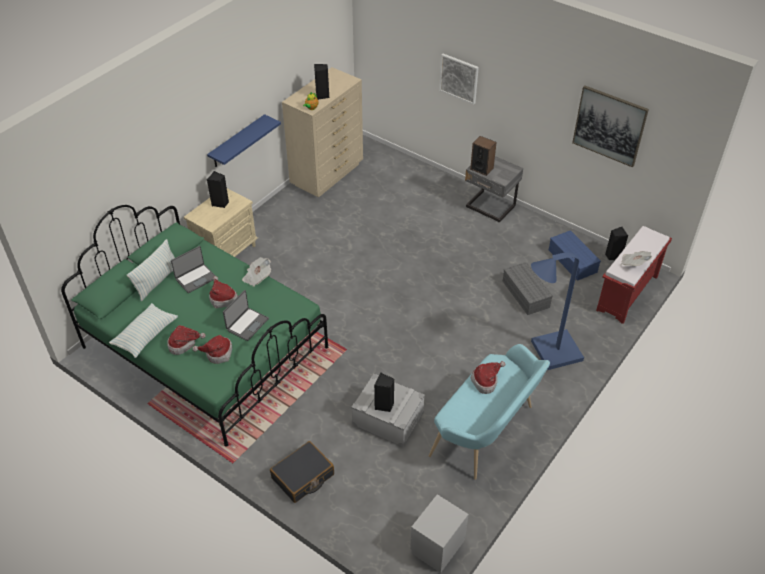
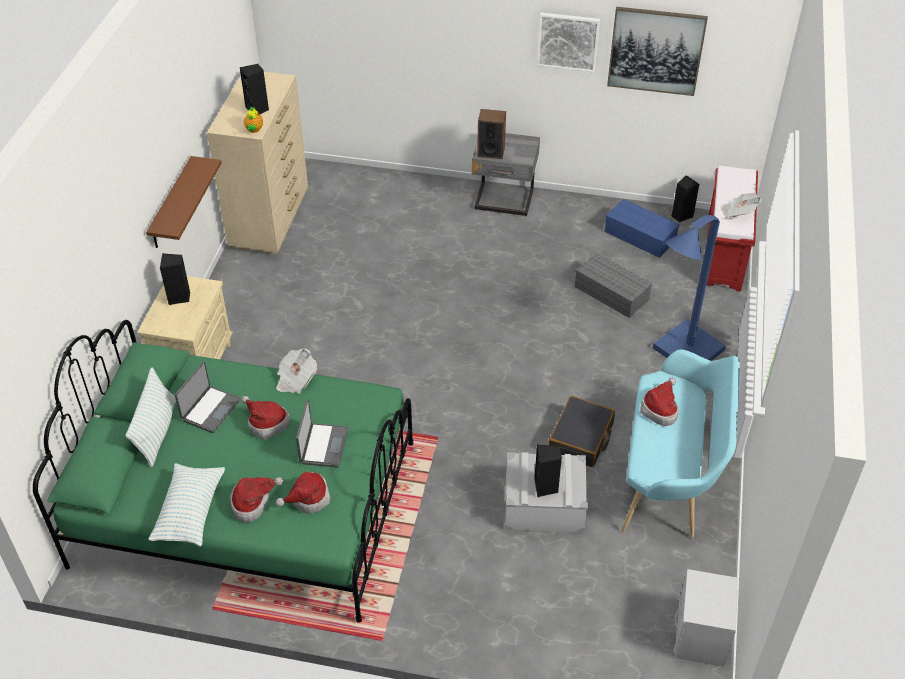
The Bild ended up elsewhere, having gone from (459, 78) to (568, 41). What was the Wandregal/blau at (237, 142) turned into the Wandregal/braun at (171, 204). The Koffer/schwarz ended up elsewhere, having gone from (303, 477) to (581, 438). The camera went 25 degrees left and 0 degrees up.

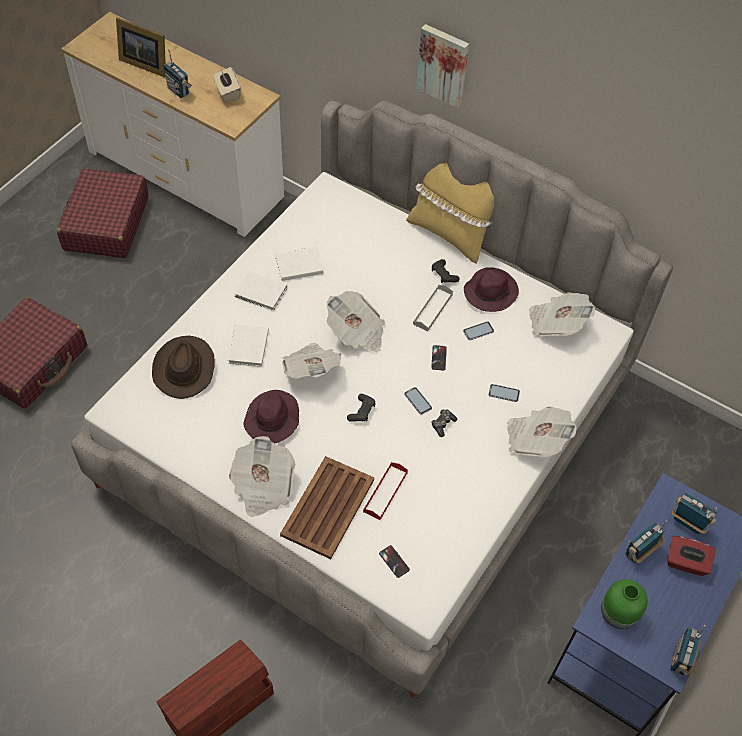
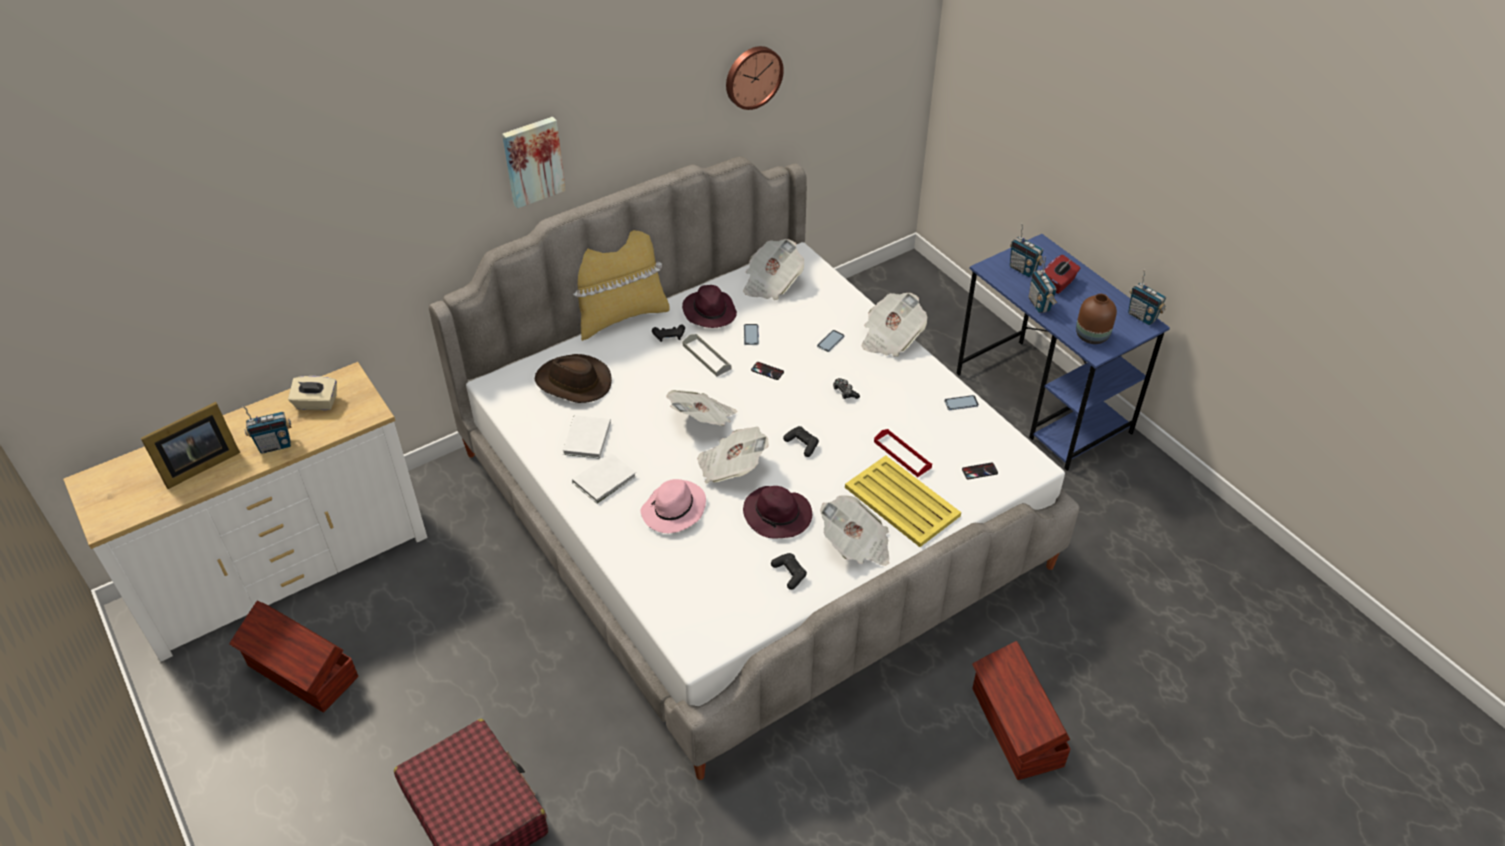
Where the Koffer/rot stood at (106, 223), the Aufbewahrungsbox/braun came to stand at (302, 673). Where the Buch/weiß stood at (247, 347), the Hut/rosa came to stand at (674, 511). The Hut/braun ended up elsewhere, having gone from (184, 368) to (573, 383). The Handy ended up elsewhere, having gone from (418, 401) to (961, 403). What was the Tablett/braun at (327, 508) turned into the Tablett/gelb at (902, 502). The Radio at (688, 523) ended up facing another way, 105 degrees counterclockwise from before. What was the Vase/grün at (617, 612) turned into the Vase/braun at (1091, 336). The second view gained the Wanduhr at (752, 76). The second view gained the Gamepad/schwarz at (789, 573). The camera went 65 degrees left and 10 degrees down.

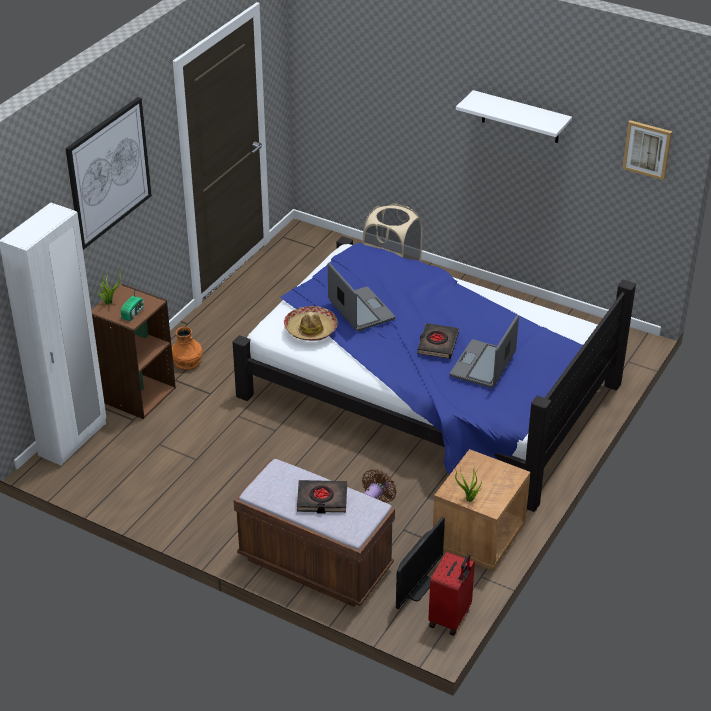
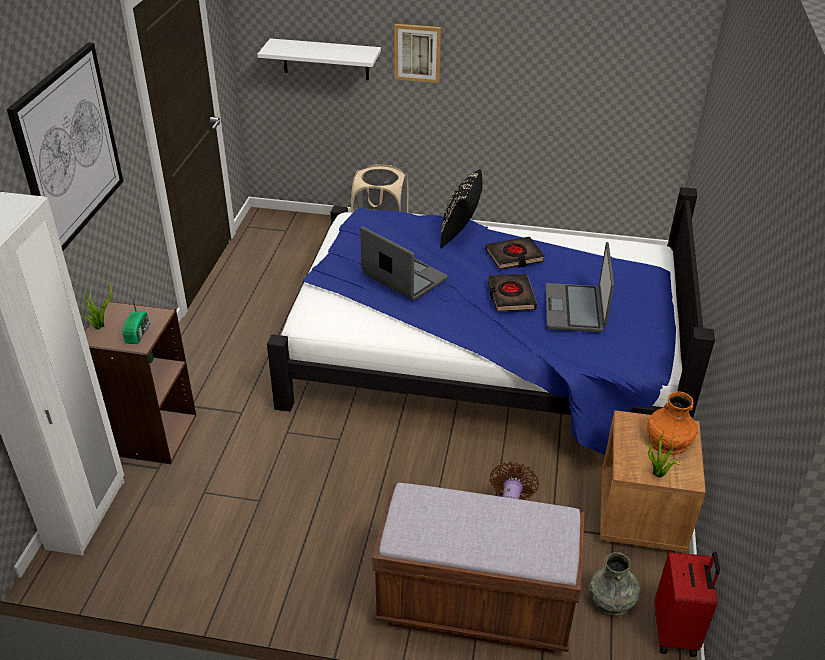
The Wandregal/weiß ended up elsewhere, having gone from (520, 117) to (325, 59). The Bild ended up elsewhere, having gone from (647, 149) to (417, 52). The second view lost the Hut at (310, 329). The Vase/orange ended up elsewhere, having gone from (187, 361) to (668, 440). The Buch/schwarz ended up elsewhere, having gone from (322, 499) to (514, 256). Where the Monitor stood at (417, 586), the Vase/grau came to stand at (612, 599). The second view gained the Kissen/schwarz at (460, 234). The camera went 20 degrees left and 0 degrees up.

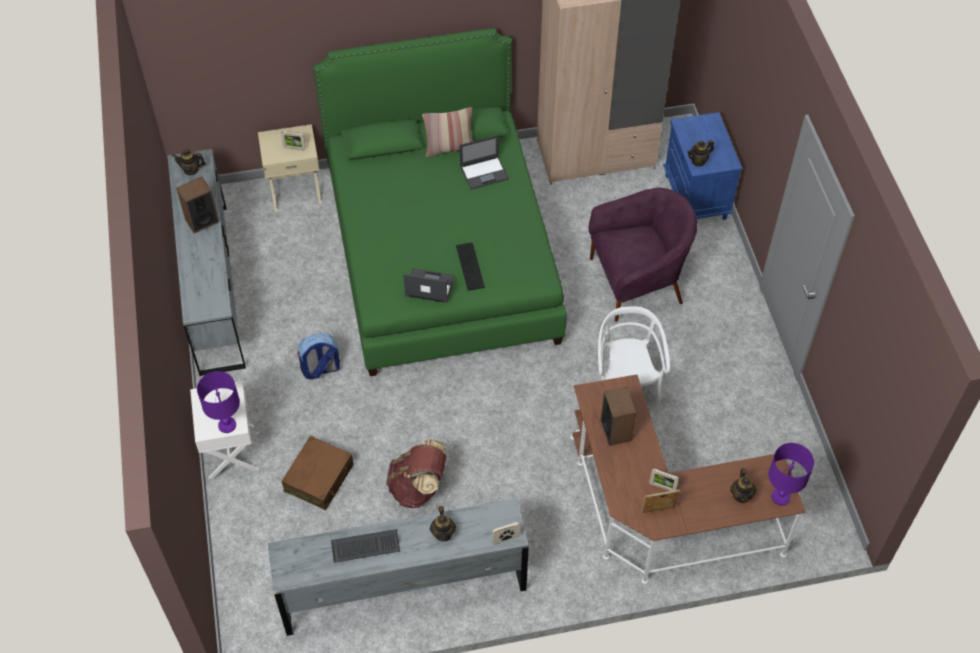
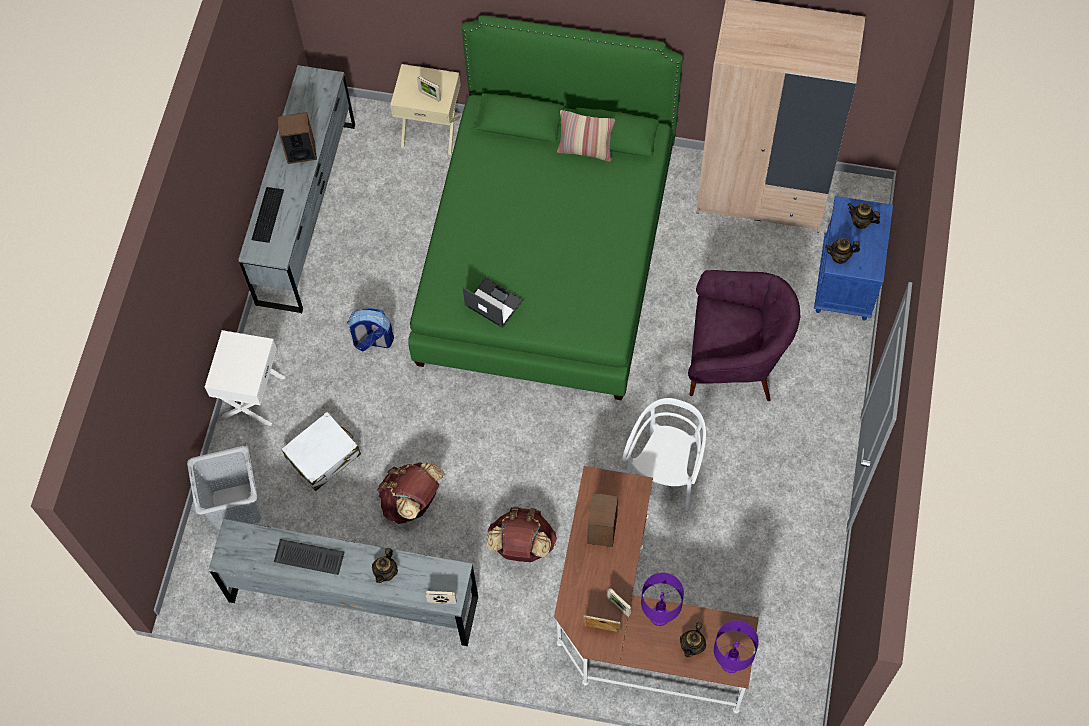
The second view lost the Laptop at (484, 172). The Teekanne ended up elsewhere, having gone from (191, 170) to (861, 222). The Tastatur ended up elsewhere, having gone from (471, 265) to (269, 214). The Tischlampe/lila ended up elsewhere, having gone from (227, 425) to (659, 616). What was the Koffer/braun at (319, 478) turned into the Koffer/weiß at (323, 456). The second view gained the Wäschekorb/grau at (235, 506). The second view gained the Rucksack/braun at (522, 546). The camera went 25 degrees right and 10 degrees up.

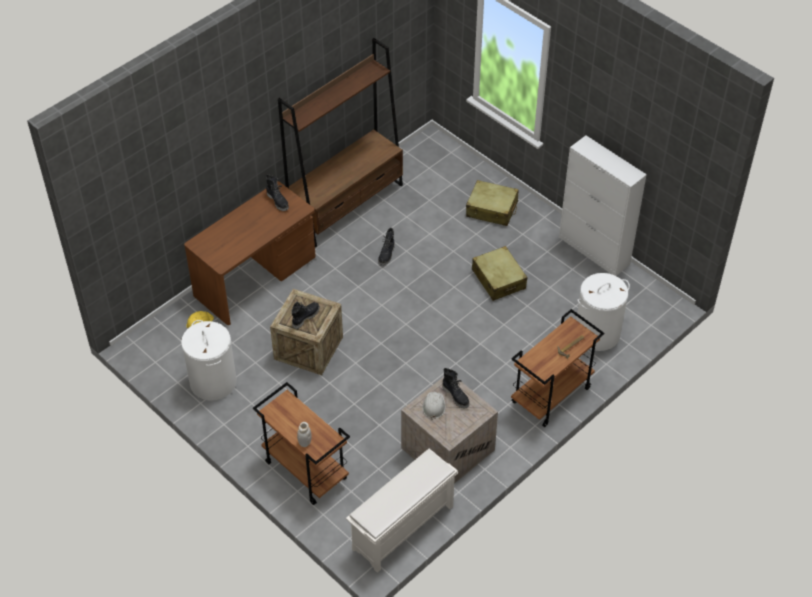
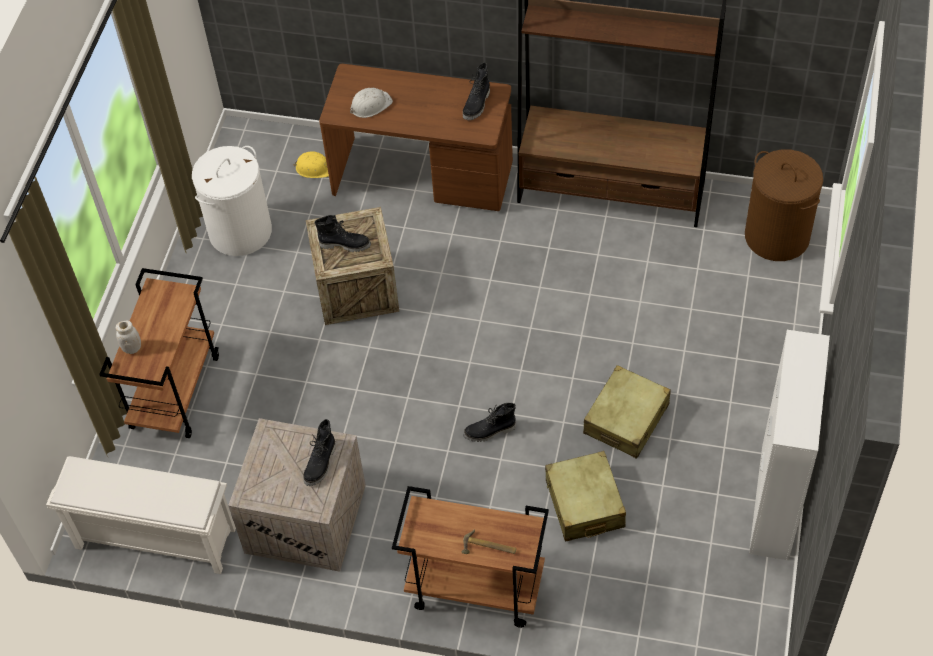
The Koffer/beige ended up elsewhere, having gone from (492, 209) to (584, 504). The Stiefel/schwarz ended up elsewhere, having gone from (387, 255) to (490, 432). The second view lost the Wäschekorb/weiß at (597, 333). The Schutzhelm/weiß ended up elsewhere, having gone from (433, 406) to (370, 105). The second view gained the Wäschekorb/braun at (776, 236). The camera went 60 degrees right and 5 degrees up.

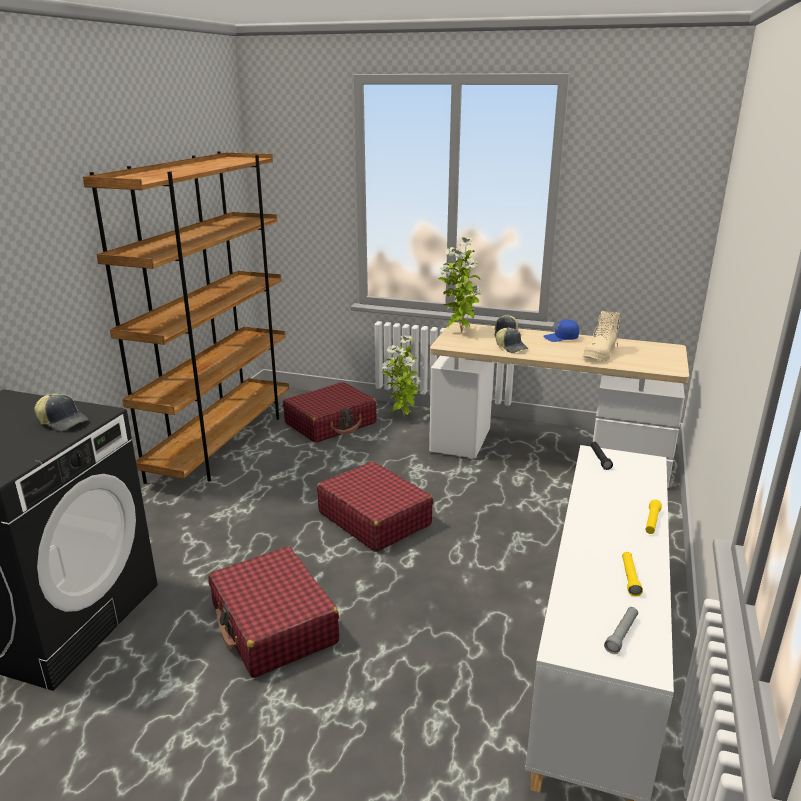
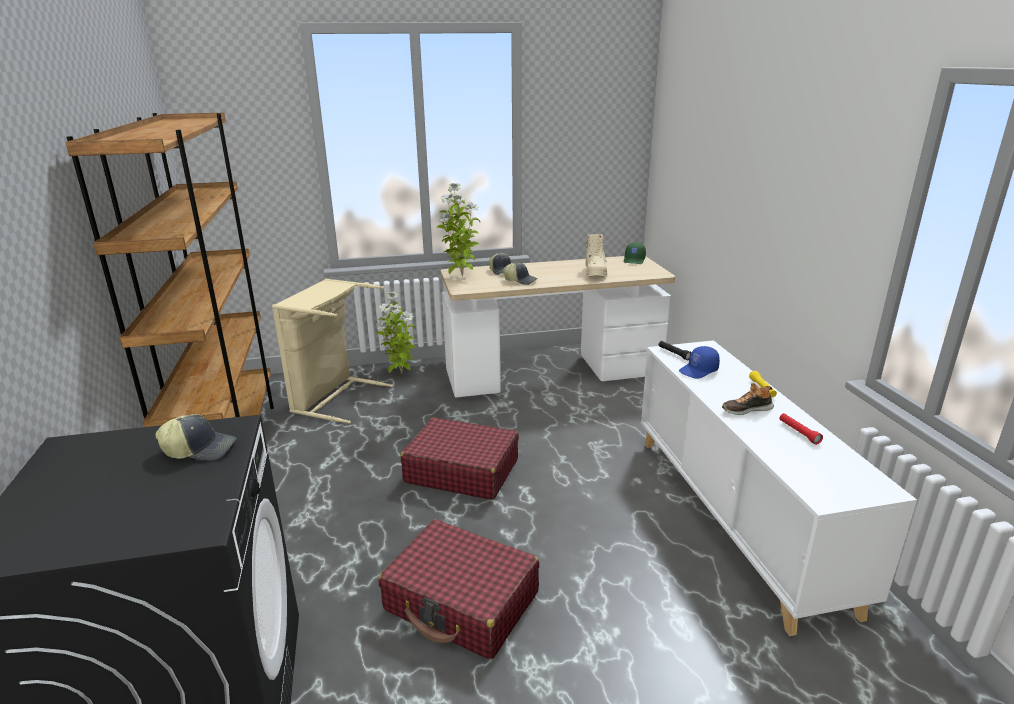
The Kappe/blau ended up elsewhere, having gone from (561, 338) to (699, 371). Where the Koffer/rot stood at (331, 423), the Wäschekorb/beige came to stand at (334, 398). What was the Taschenlampe/gelb at (630, 578) turned into the Taschenlampe/rot at (798, 432). The second view lost the Taschenlampe/grau at (621, 634). The second view gained the Kappe/grün at (634, 260). The second view gained the Schuh at (746, 409). The camera went 30 degrees left and 0 degrees up.

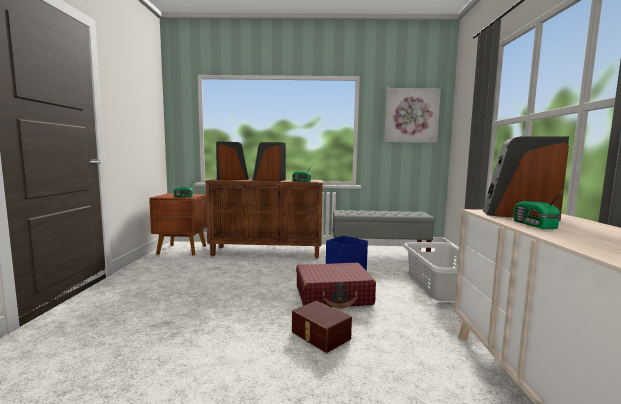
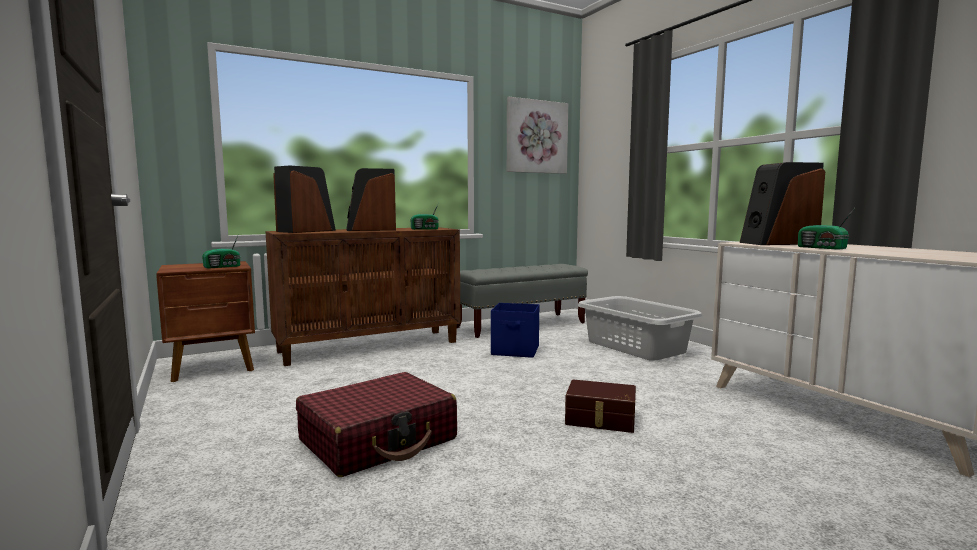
The Koffer/rot ended up elsewhere, having gone from (333, 296) to (379, 440). The camera went 30 degrees left and 0 degrees up.

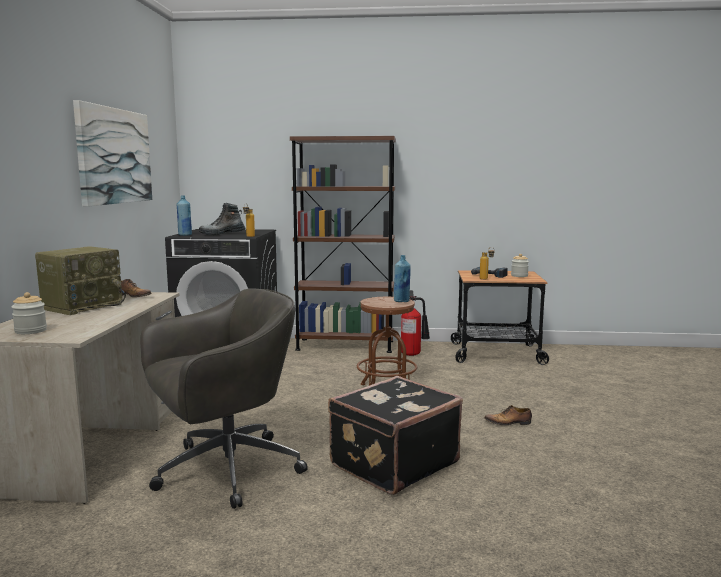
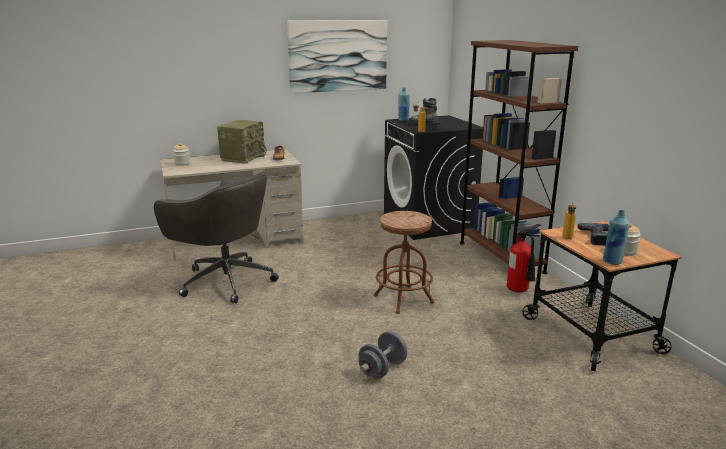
The Radio at (83, 306) ended up facing another way, 75 degrees counterclockwise from before. The Flasche/blau ended up elsewhere, having gone from (401, 301) to (612, 262). The second view lost the Koffer/schwarz at (392, 463). Where the Schuh stood at (509, 423), the Hantel/grau came to stand at (382, 369). The camera went 65 degrees right and 10 degrees up.

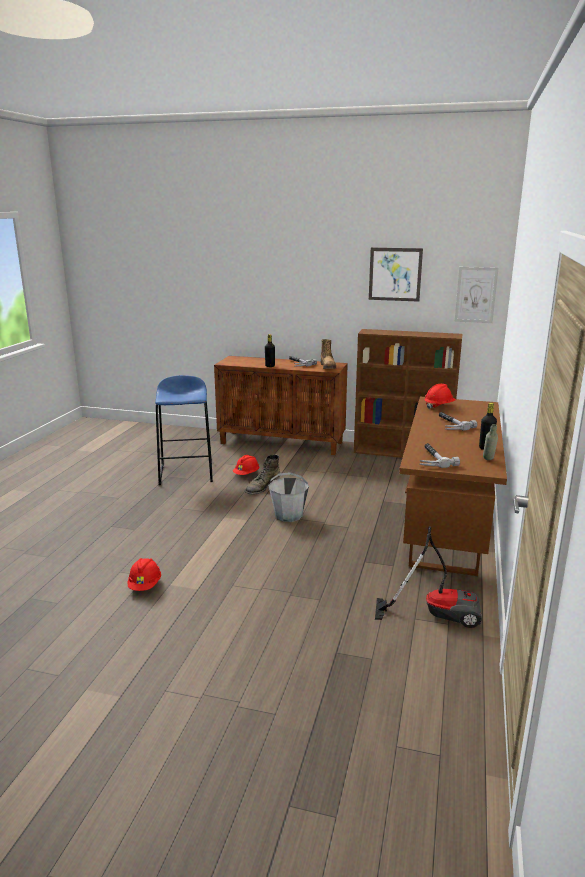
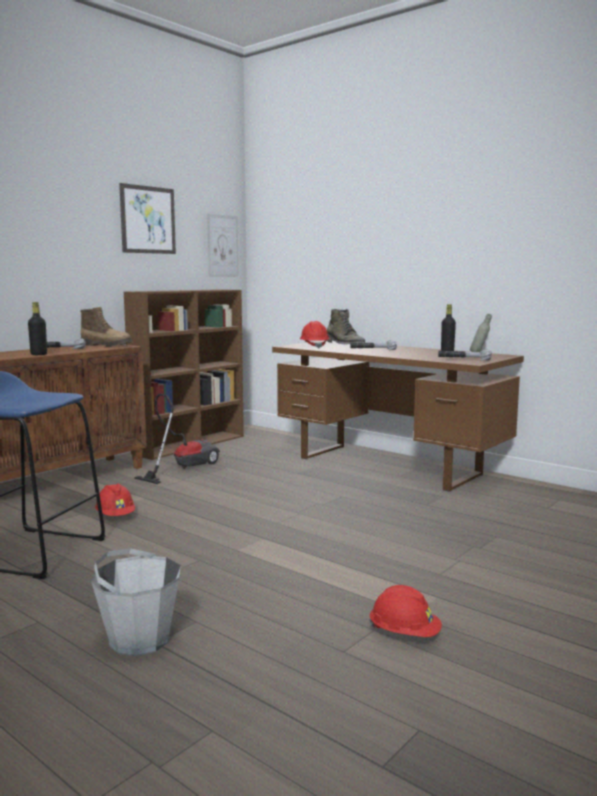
The Stiefel/grün ended up elsewhere, having gone from (262, 487) to (344, 344). The Eimer/grau ended up elsewhere, having gone from (288, 515) to (139, 639). The Staubsauger ended up elsewhere, having gone from (436, 612) to (183, 467). The camera went 65 degrees left and 10 degrees down.

